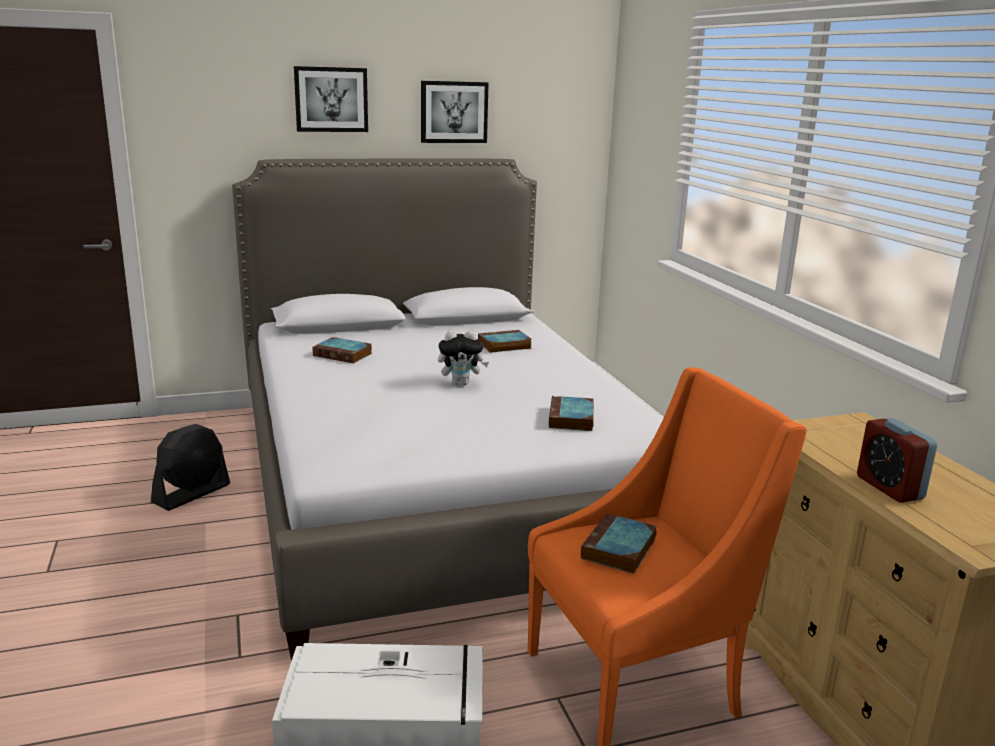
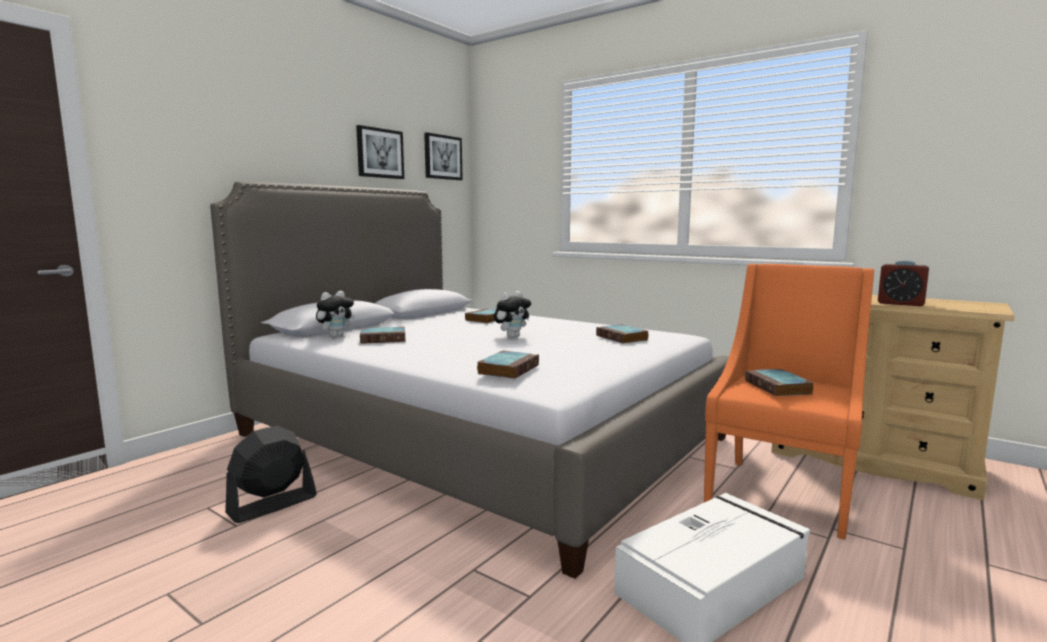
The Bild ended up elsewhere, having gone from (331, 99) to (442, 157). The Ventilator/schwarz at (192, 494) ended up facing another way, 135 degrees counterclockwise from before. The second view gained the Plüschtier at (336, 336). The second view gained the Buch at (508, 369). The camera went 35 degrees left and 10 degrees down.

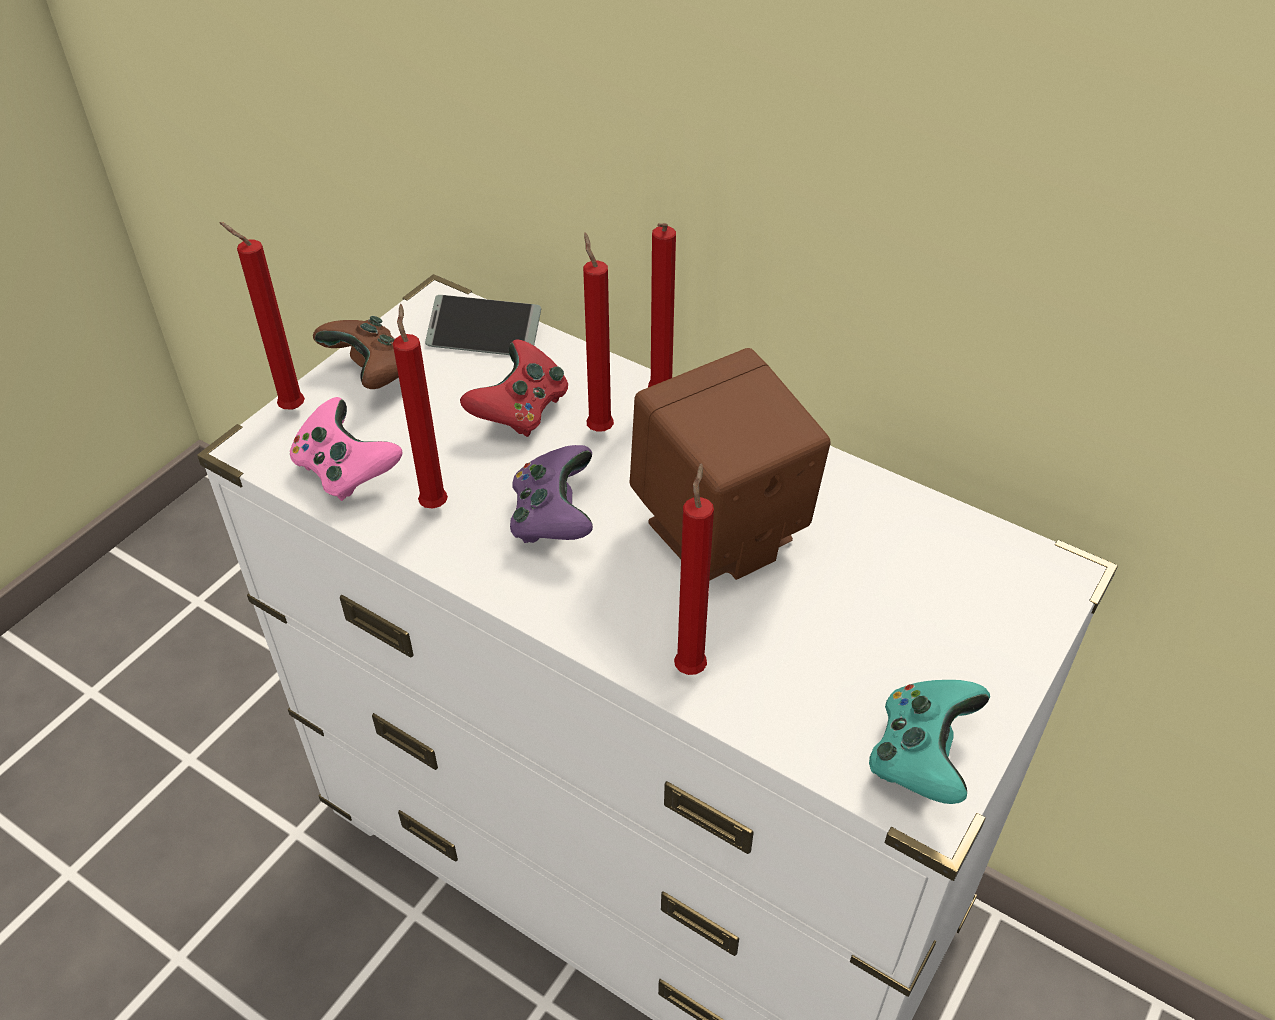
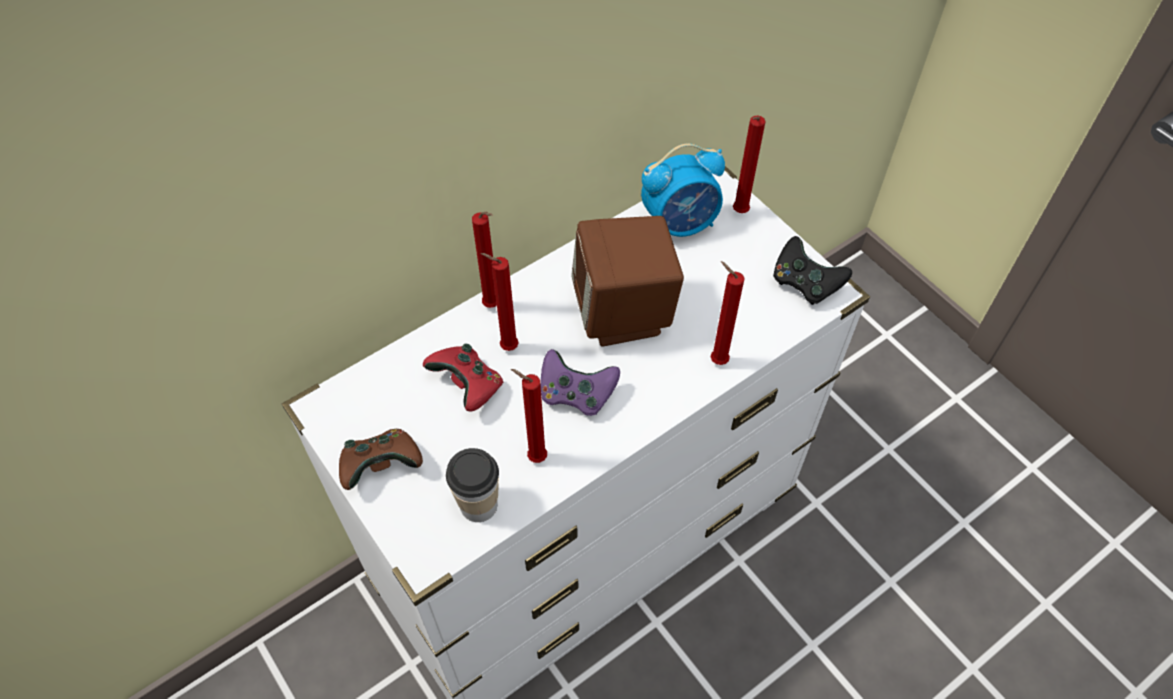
The Kerze/rot ended up elsewhere, having gone from (289, 408) to (738, 213). The second view lost the Handy at (484, 336). Where the Gamepad/rosa stood at (345, 471), the Tasse came to stand at (478, 504). What was the Gamepad/türkis at (921, 756) turned into the Gamepad/schwarz at (805, 283). The second view gained the Wecker at (680, 224). The camera went 70 degrees left and 10 degrees up.

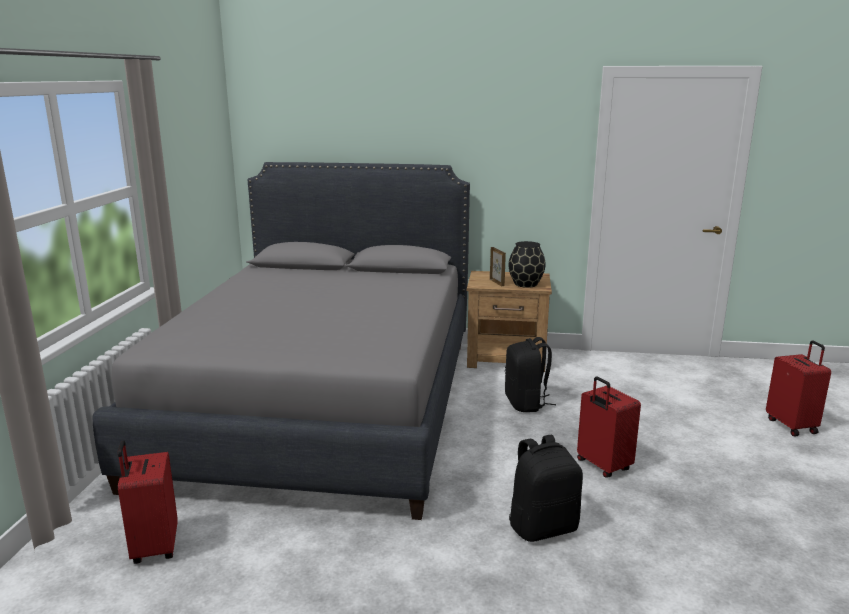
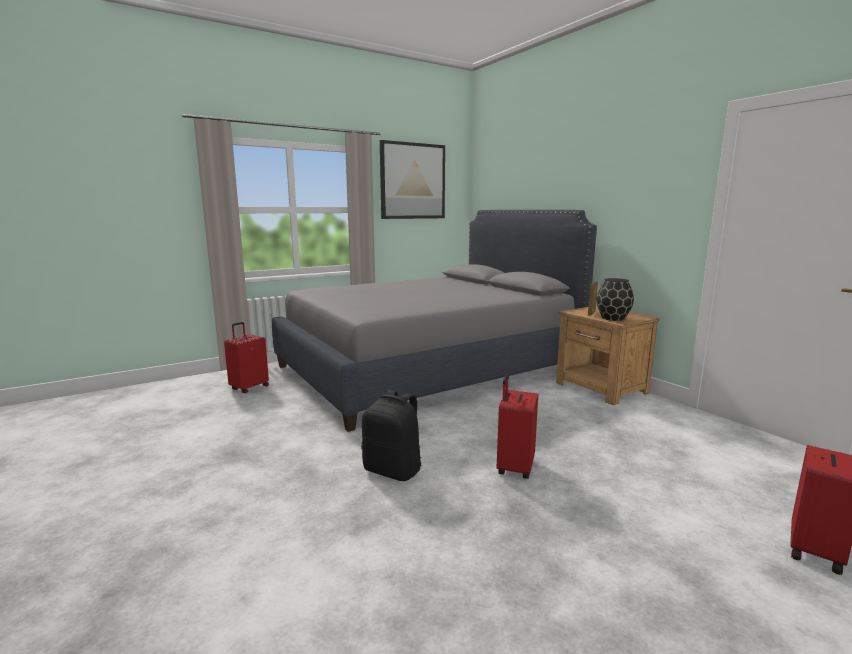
The second view lost the Rucksack/schwarz at (526, 403). The second view gained the Bild at (412, 181). The camera went 50 degrees right and 5 degrees down.

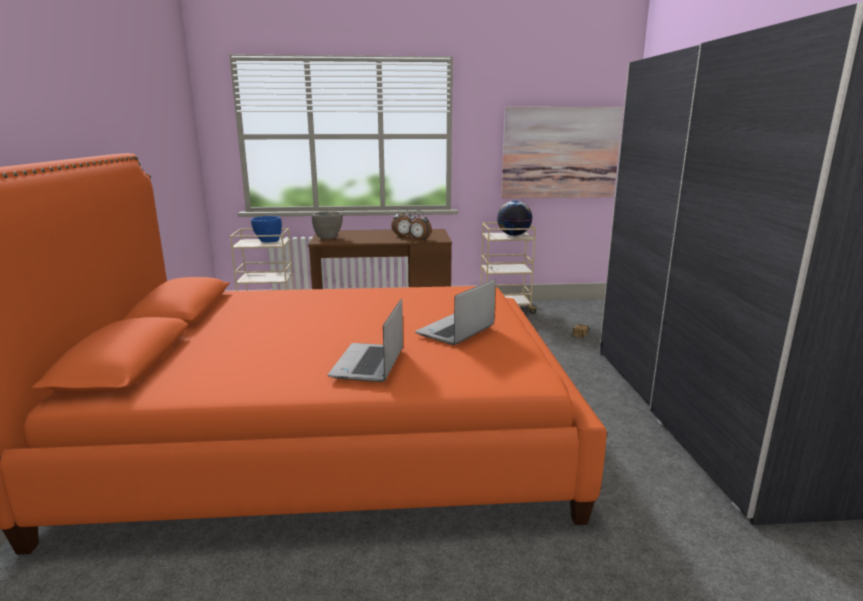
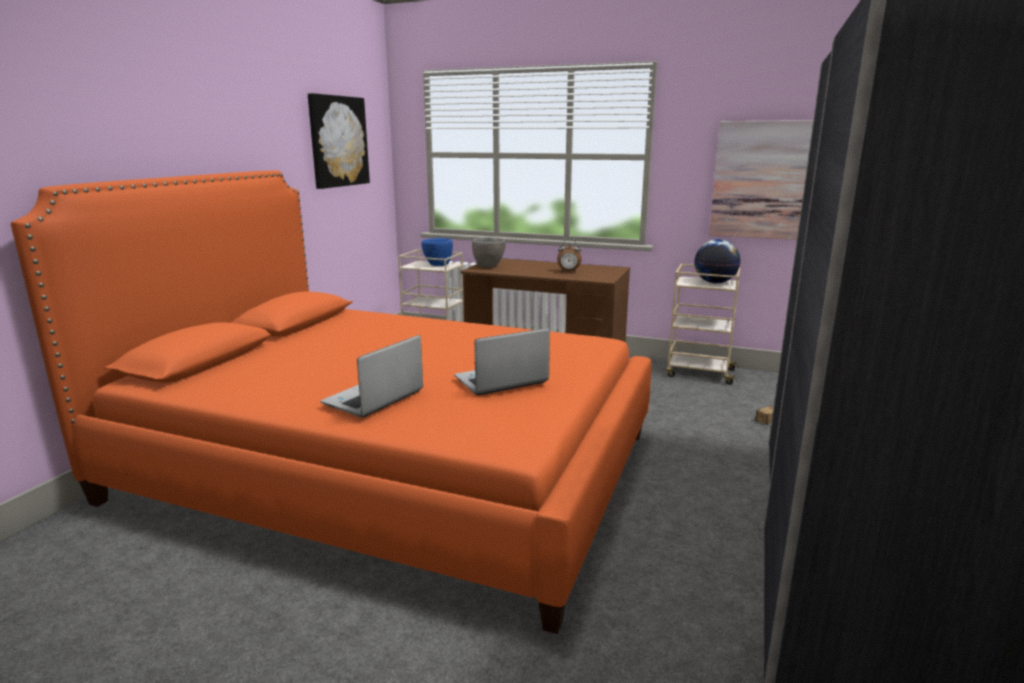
The second view lost the Wecker at (419, 239). The second view gained the Bild at (338, 141). The camera went 25 degrees right and 0 degrees up.

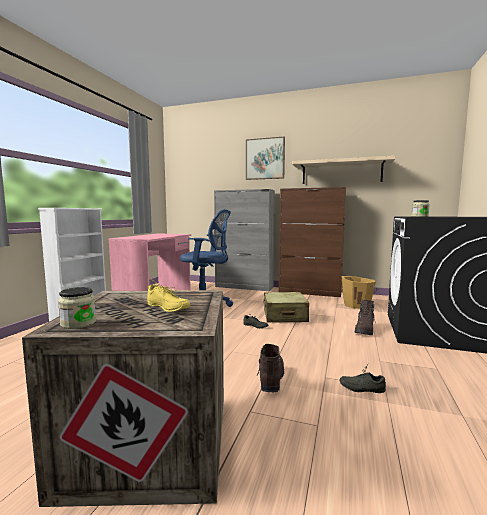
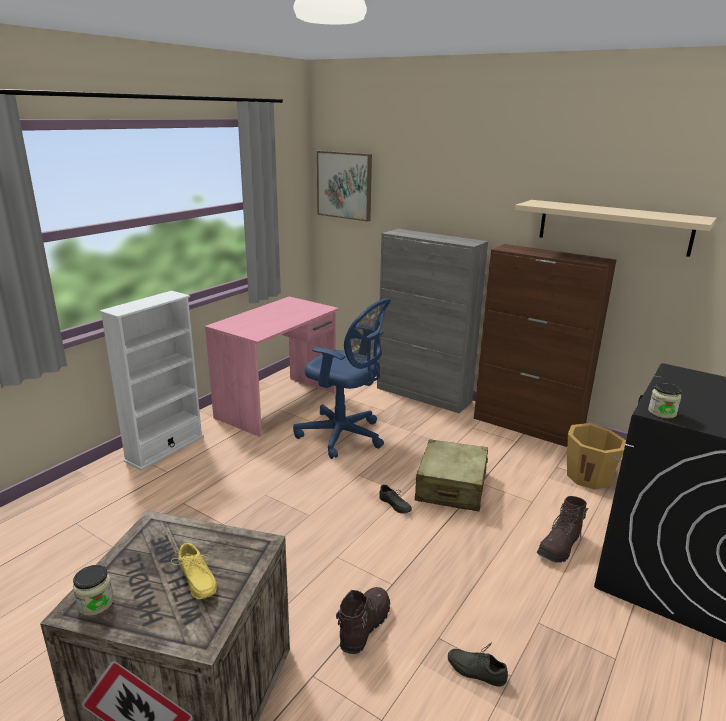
The Bild ended up elsewhere, having gone from (265, 159) to (344, 185). The camera went 15 degrees right and 15 degrees up.

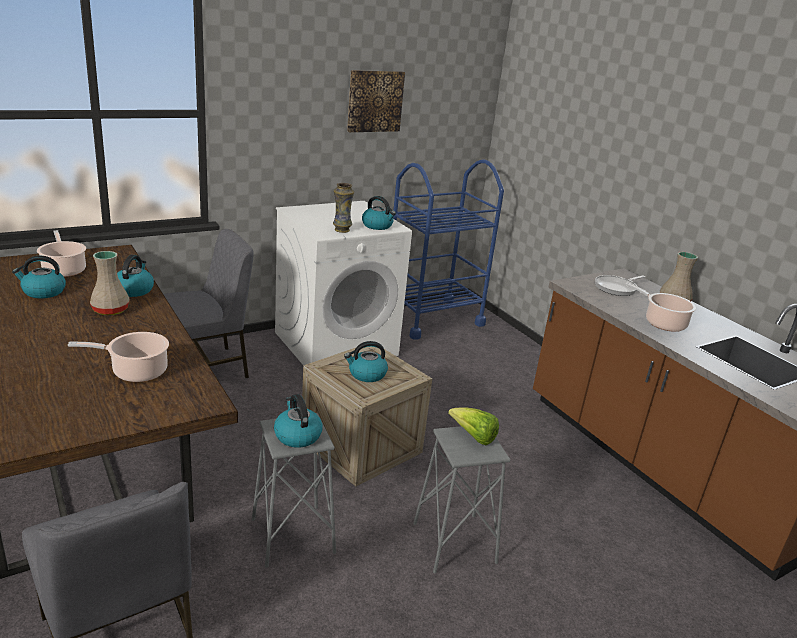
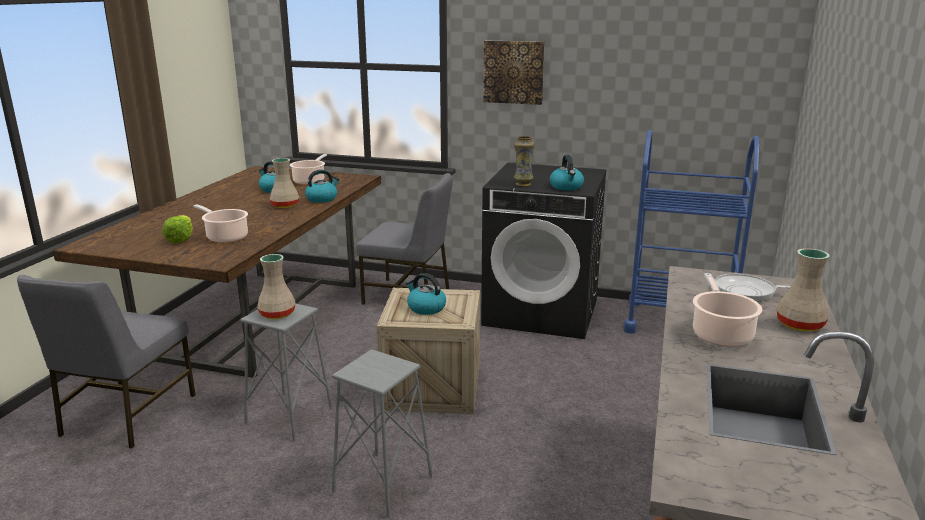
The Bild ended up elsewhere, having gone from (374, 101) to (513, 72). What was the Waschmaschine/weiß at (336, 343) turned into the Waschmaschine/schwarz at (542, 312). Where the Wasserkessel stood at (297, 435), the Vase/beige came to stand at (276, 314). The Salatkopf ended up elsewhere, having gone from (473, 437) to (181, 239). The camera went 50 degrees right and 5 degrees down.

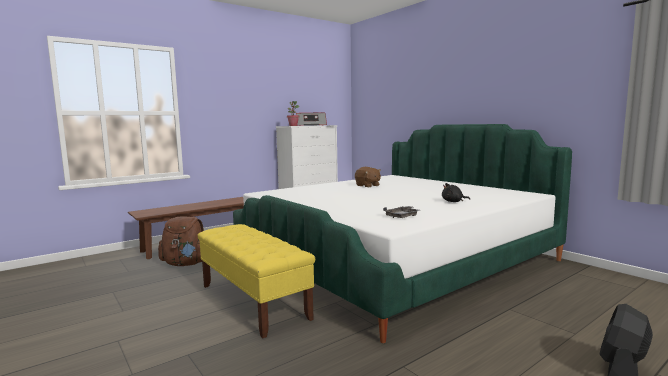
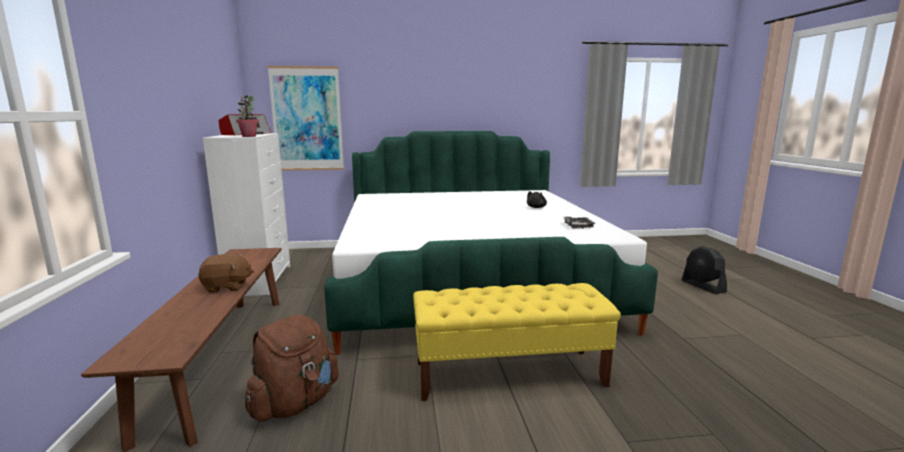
The Plüschtier/braun ended up elsewhere, having gone from (367, 185) to (227, 287). The second view gained the Bild at (307, 119). The camera went 60 degrees left and 5 degrees up.

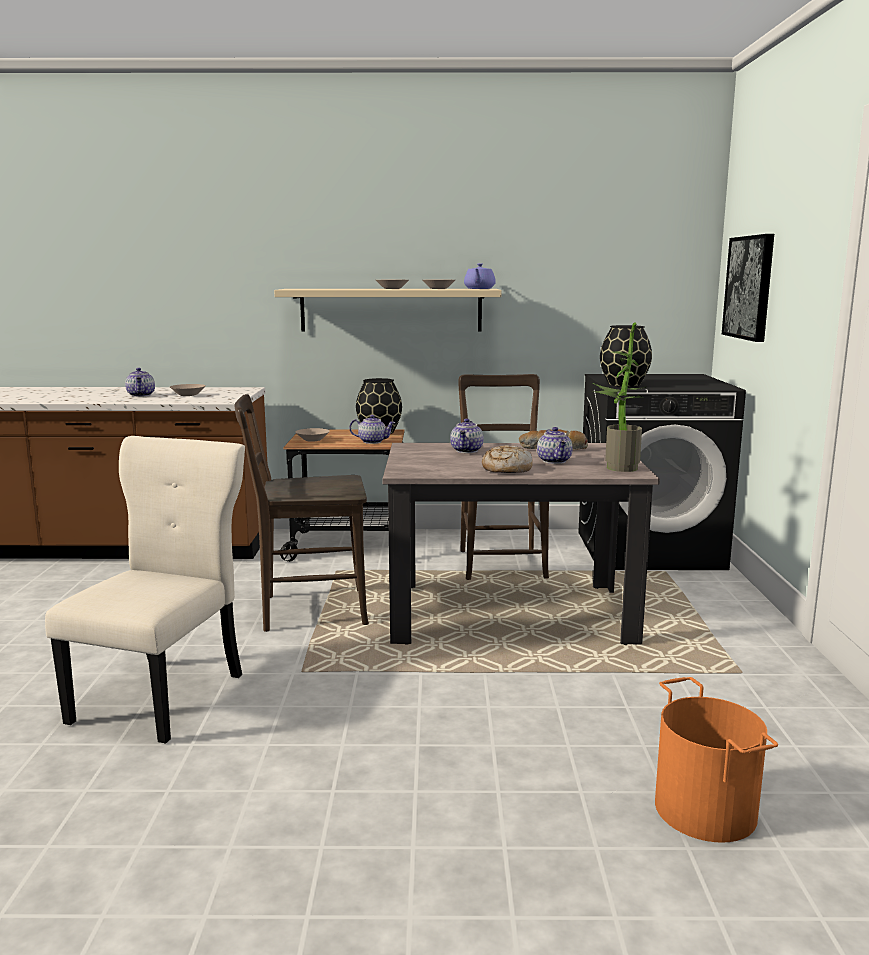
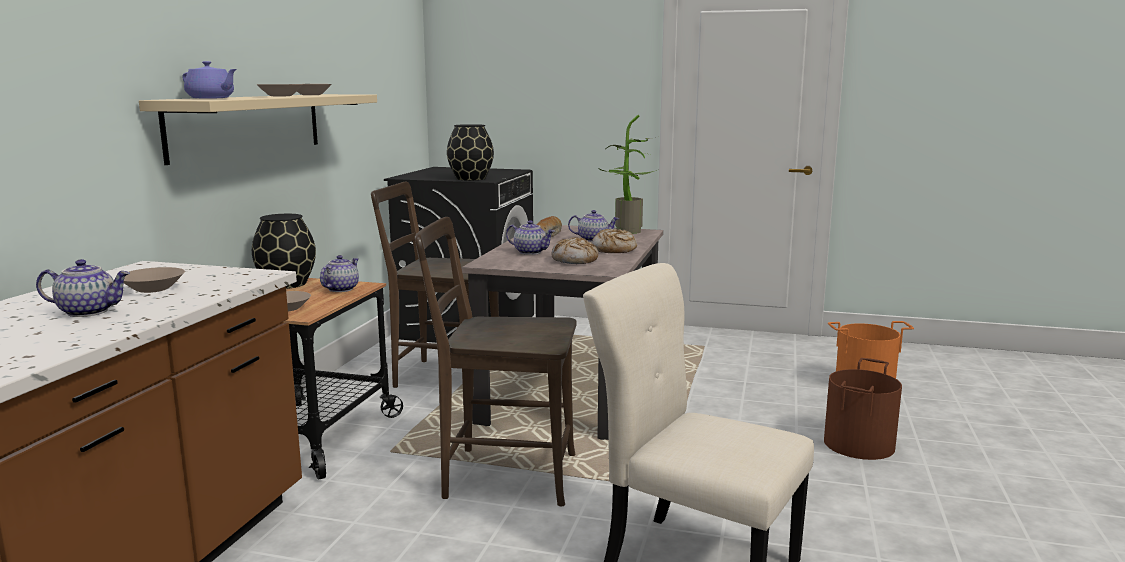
The second view lost the Bild at (749, 287). The Teekanne/lila ended up elsewhere, having gone from (479, 289) to (211, 98). The Stuhl/braun at (307, 610) ended up facing another way, 90 degrees clockwise from before. The second view gained the Brot at (575, 260). The second view gained the Eimer/braun at (857, 444). The camera went 75 degrees left and 0 degrees up.

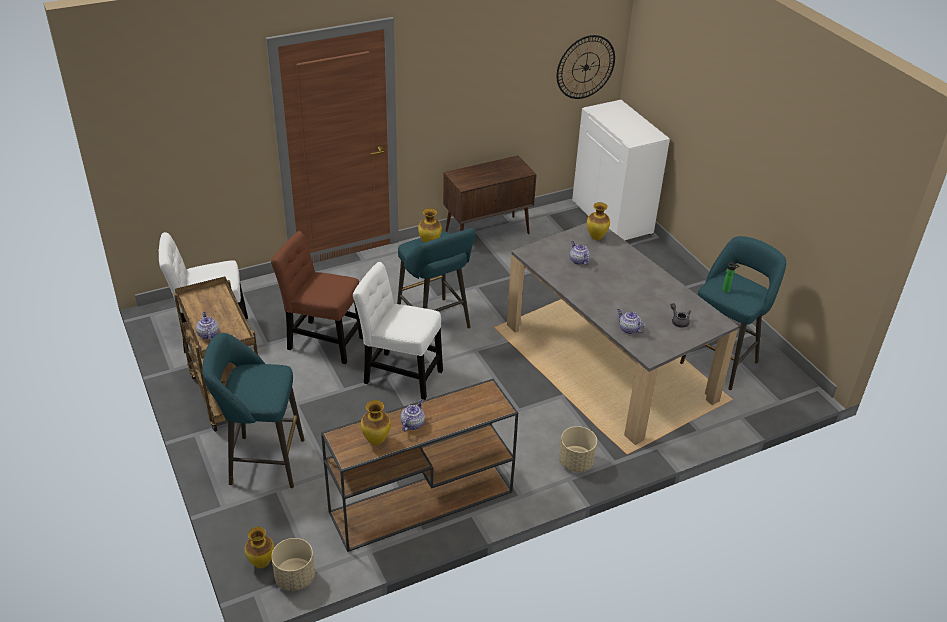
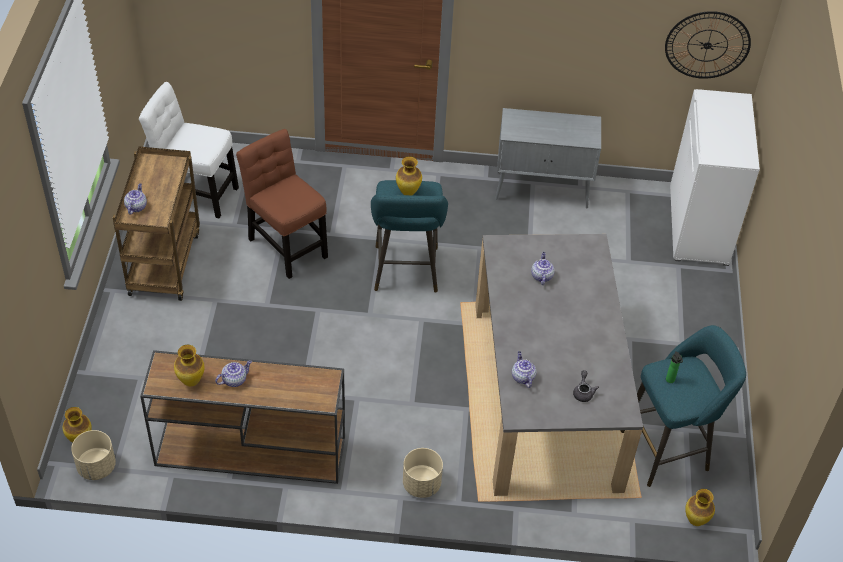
What was the Schrank/braun at (488, 233) turned into the Schrank/grau at (543, 189). The Vase ended up elsewhere, having gone from (596, 237) to (695, 521). The second view lost the Stuhl/weiß at (399, 375). The second view lost the Hocker/türkis at (262, 461). The camera went 30 degrees right and 10 degrees up.

